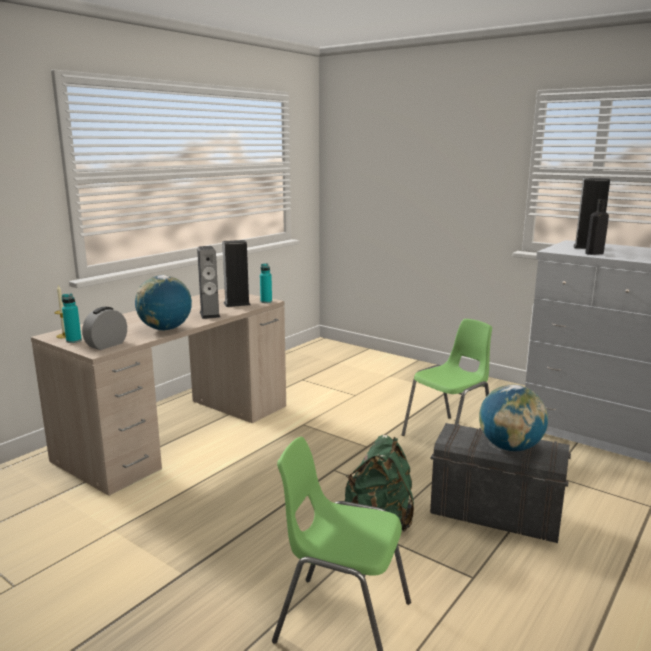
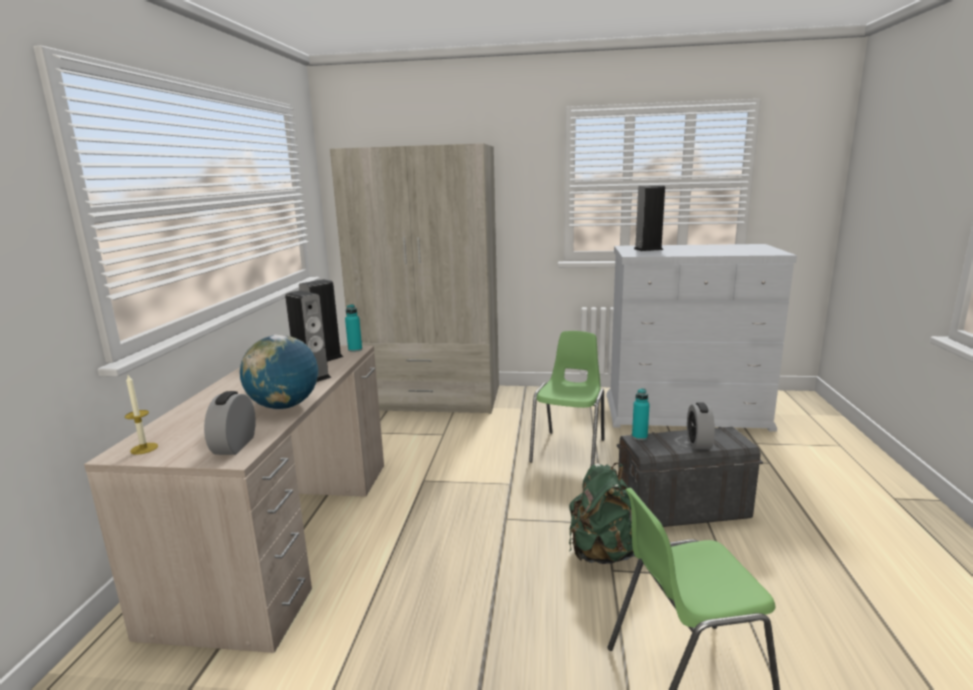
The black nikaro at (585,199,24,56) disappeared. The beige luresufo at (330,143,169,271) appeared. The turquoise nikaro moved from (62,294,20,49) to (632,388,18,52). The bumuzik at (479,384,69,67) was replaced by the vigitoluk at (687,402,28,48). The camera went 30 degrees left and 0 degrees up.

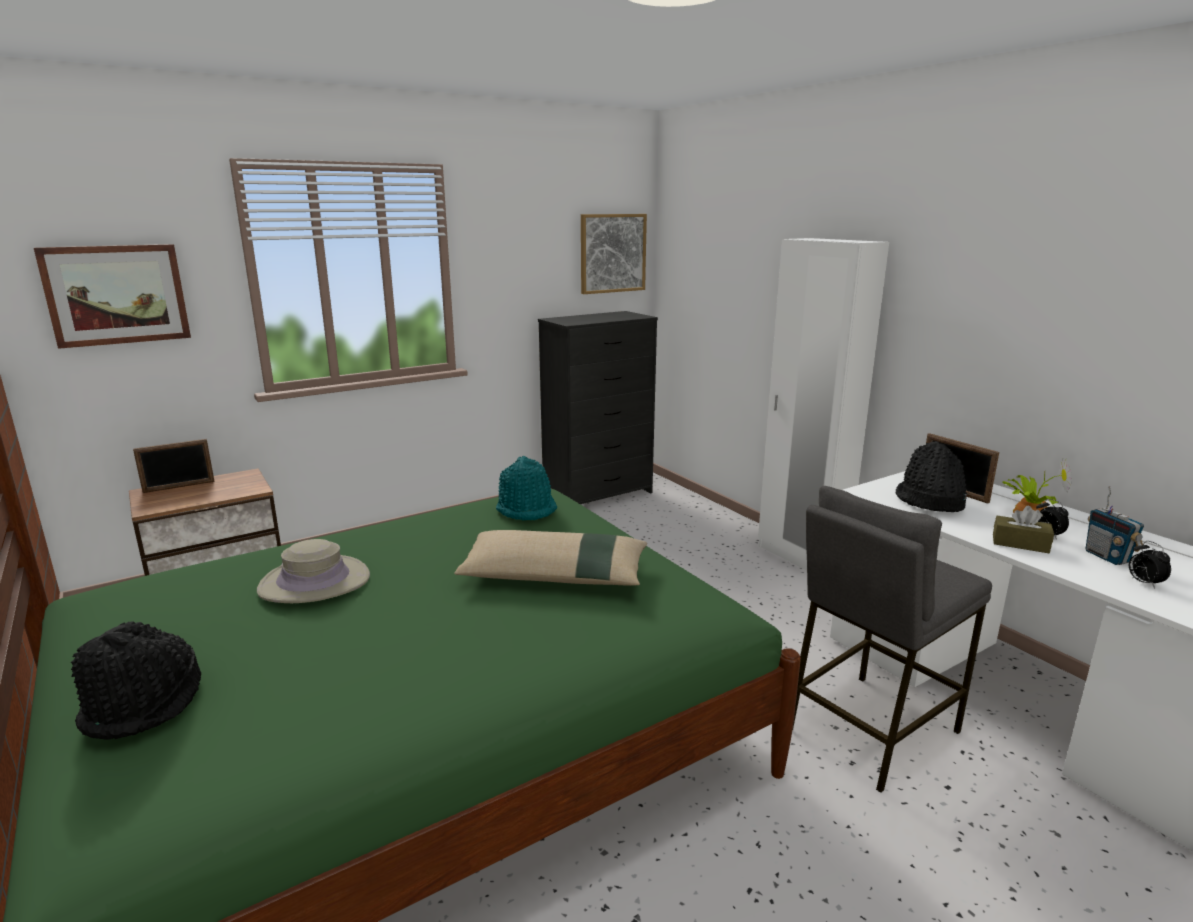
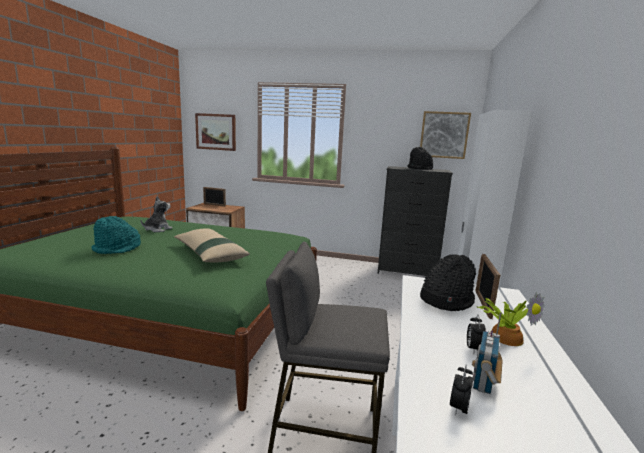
The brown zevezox at (993,506,61,47) disappeared. The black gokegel moved from (71,622,130,118) to (407,147,26,23). The turquoise gokegel moved from (496,456,61,65) to (91,216,50,38). The beige gokegel at (257,539,113,64) was replaced by the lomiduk at (141,196,31,36). The camera went 45 degrees right and 5 degrees down.

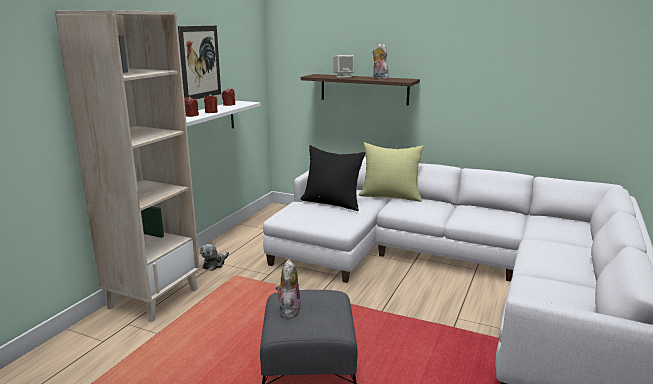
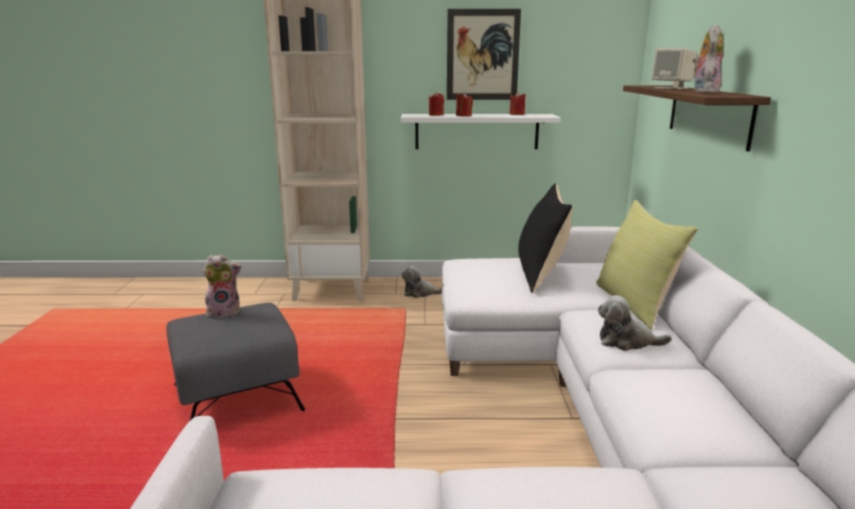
The lomiduk at (598,295,74,56) appeared. The camera went 65 degrees right and 0 degrees up.

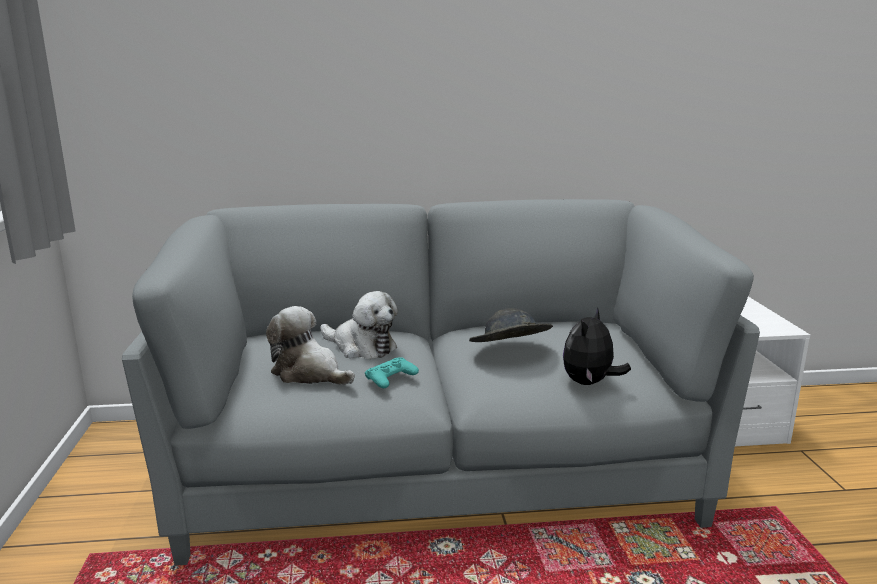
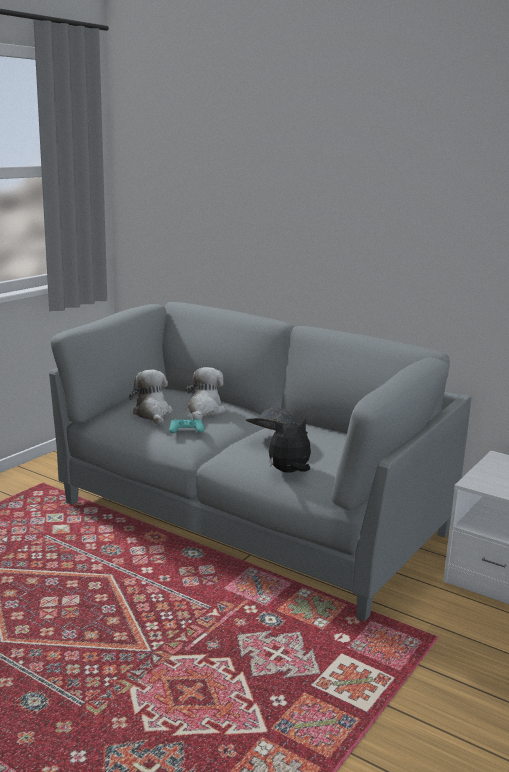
The lomiduk at (320,291,78,68) turned 150 degrees counterclockwise. The camera went 40 degrees right and 0 degrees up.

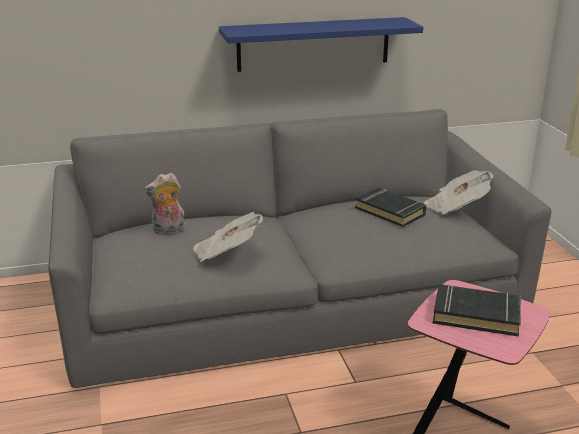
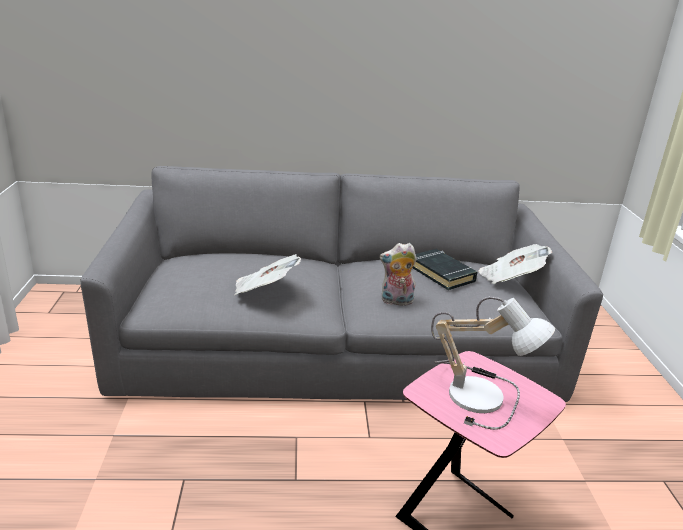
The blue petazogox at (219,17,204,55) disappeared. The lomiduk moved from (144,173,43,62) to (380,243,37,63). The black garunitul at (433,284,88,53) was replaced by the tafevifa at (431,297,124,133). The camera went 10 degrees right and 0 degrees up.

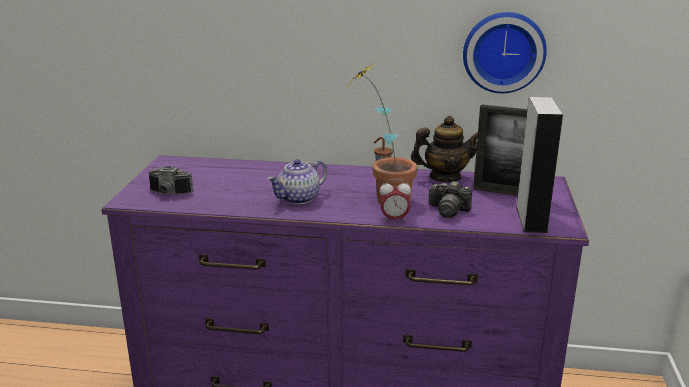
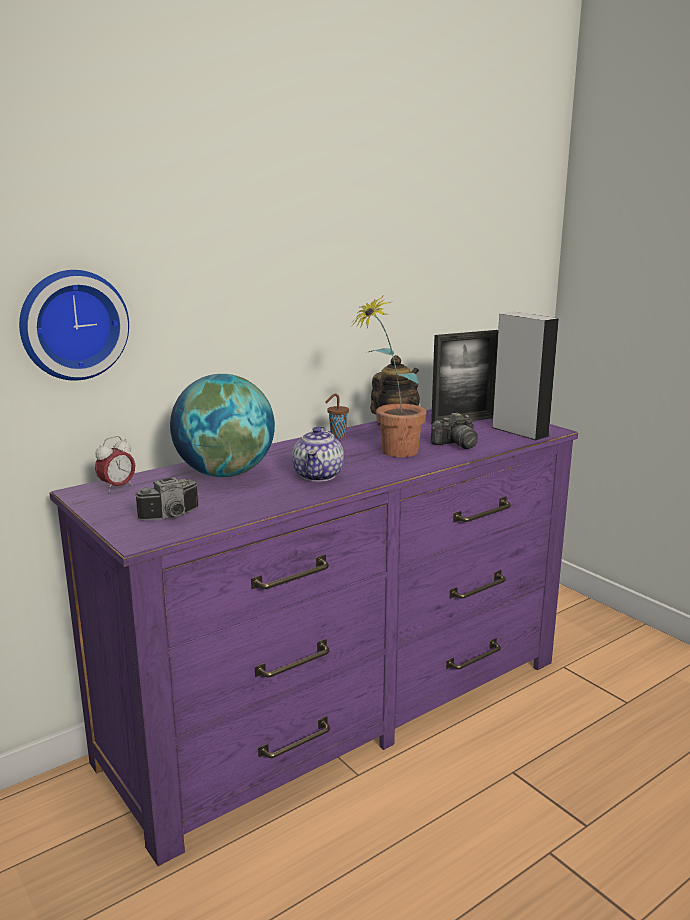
The bumuzik at (170,374,105,103) appeared. The vigitoluk moved from (380,179,31,43) to (95,436,40,57). The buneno moved from (463,12,84,81) to (19,270,110,111). The camera went 45 degrees left and 5 degrees down.

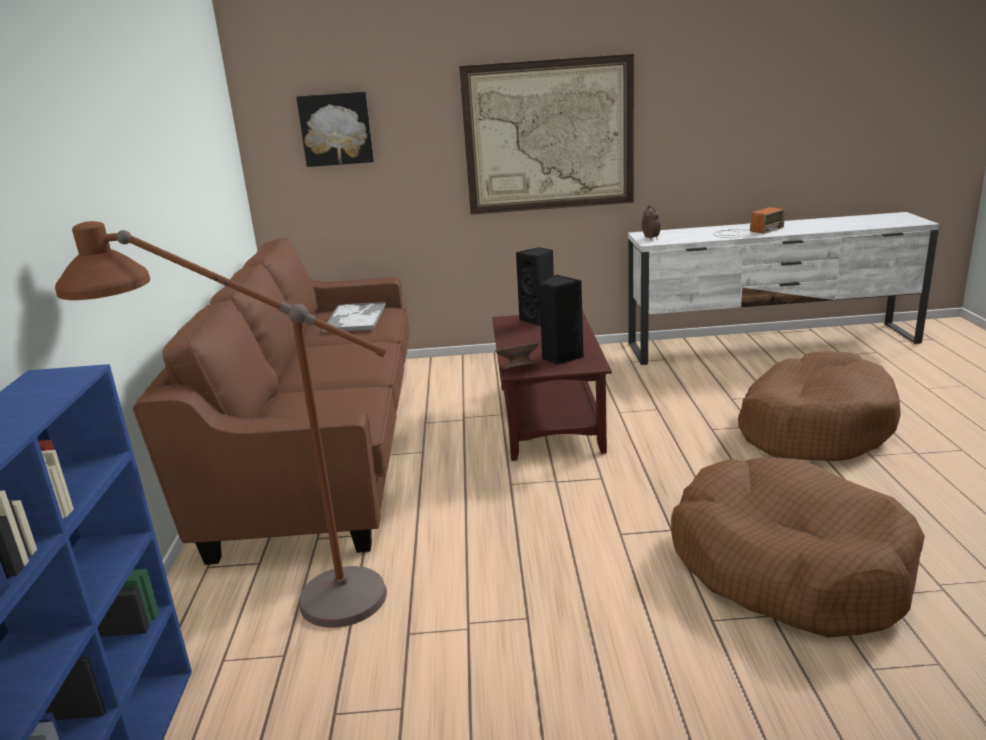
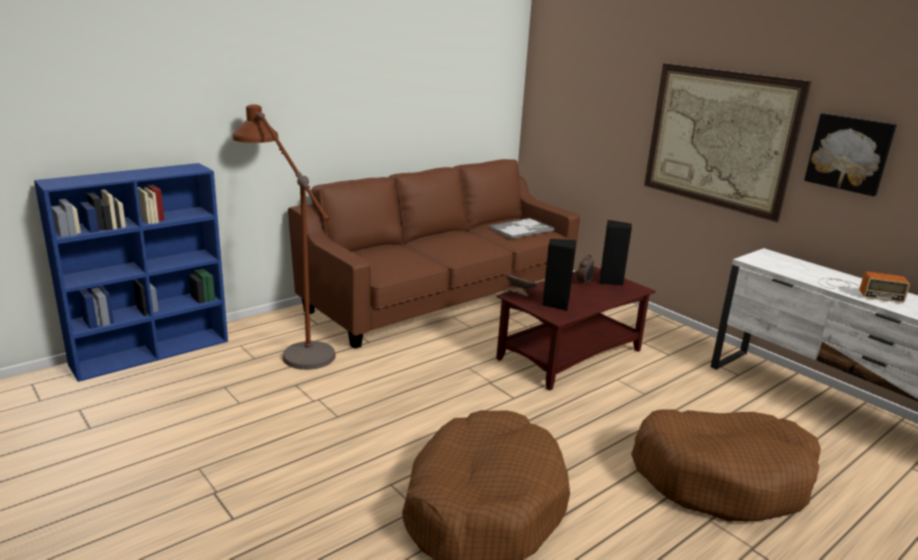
The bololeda moved from (296,92,78,75) to (804,113,93,83). The vigitoluk moved from (642,206,19,34) to (577,254,17,32). The camera went 50 degrees right and 0 degrees up.

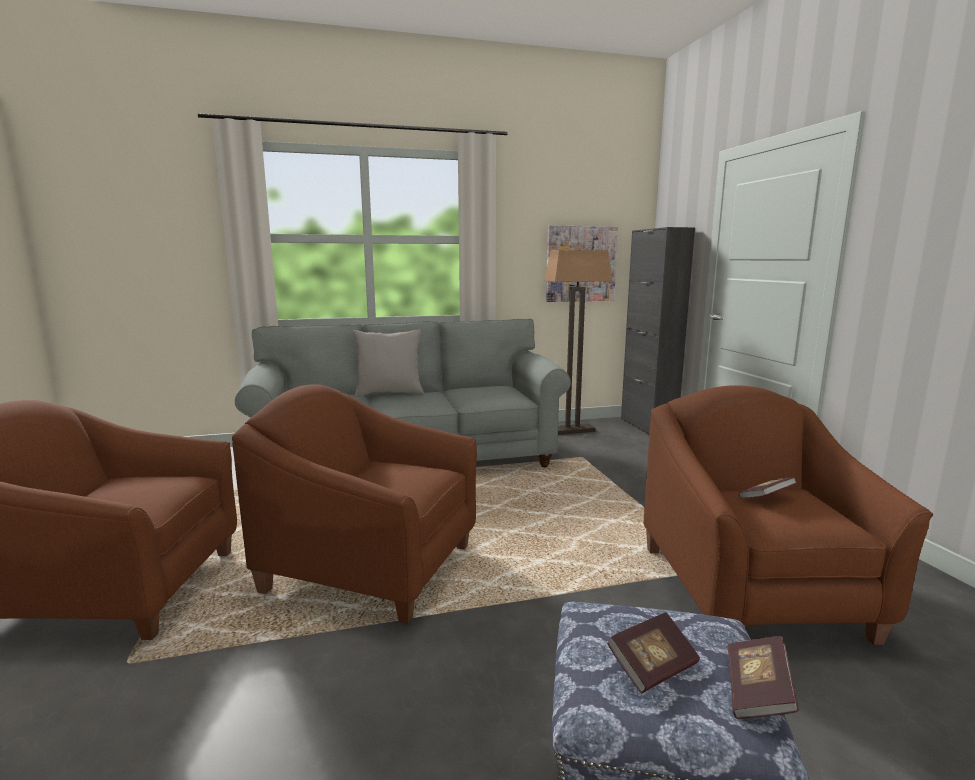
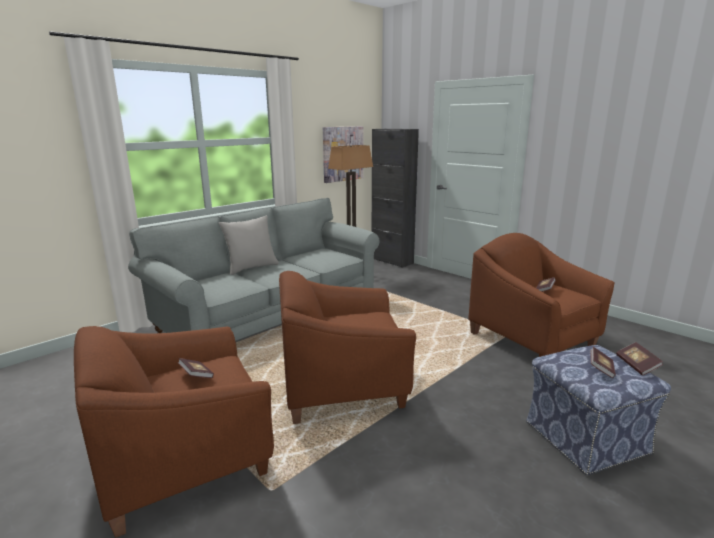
The garunitul at (178,358,36,20) appeared. The camera went 30 degrees left and 5 degrees up.

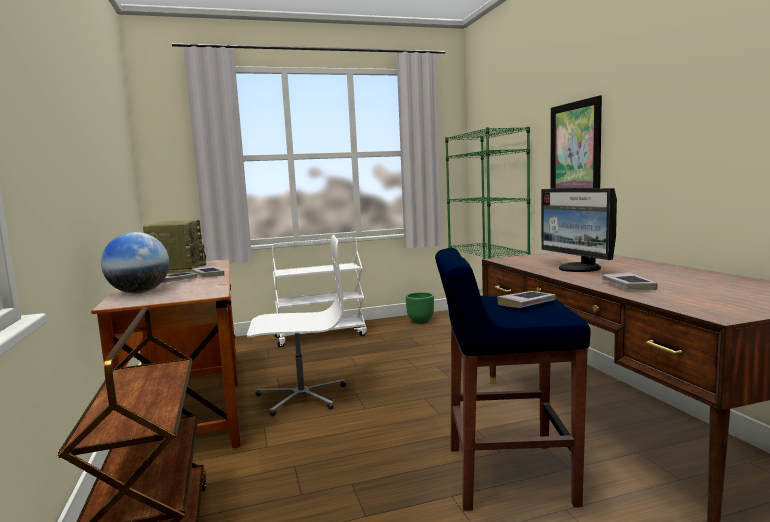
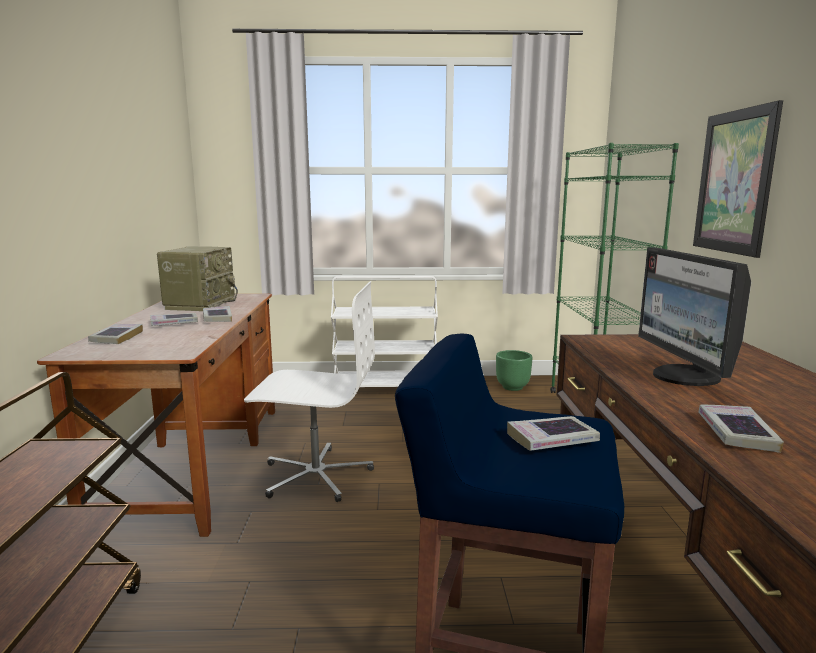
The bumuzik at (101,232,68,62) was replaced by the garunitul at (88,324,55,20). The camera went 15 degrees right and 5 degrees up.

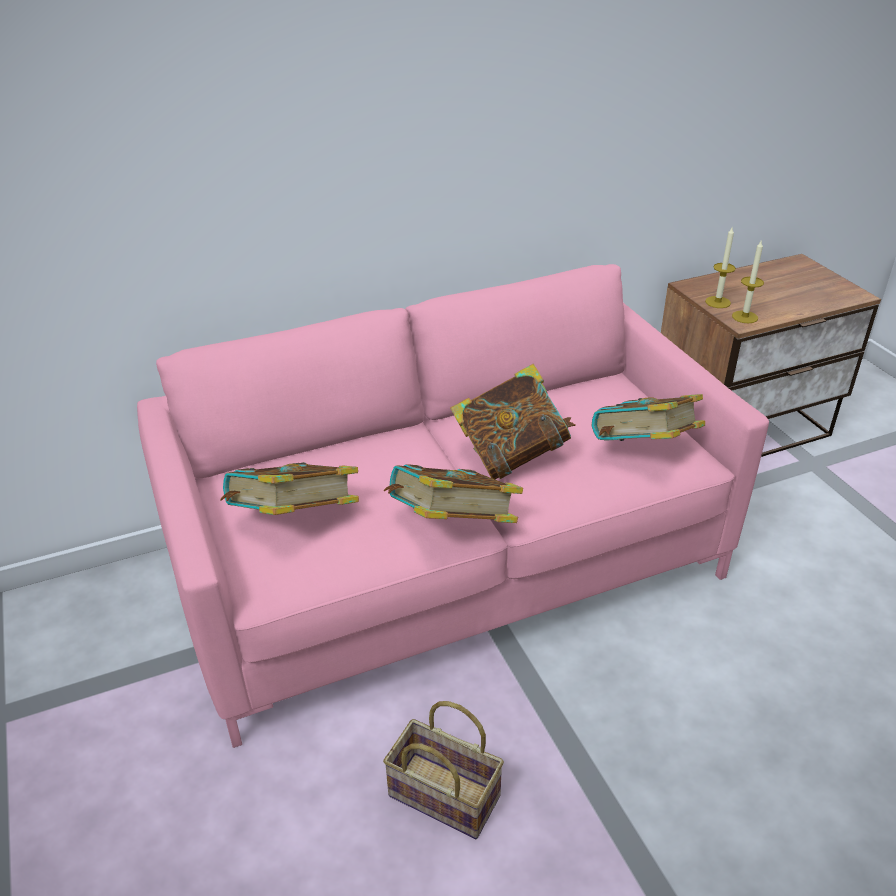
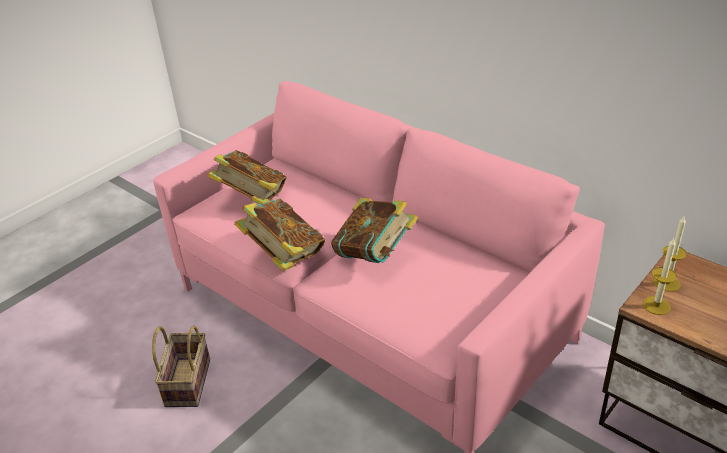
The garunitul at (591,394,114,47) disappeared. The camera went 65 degrees right and 0 degrees up.

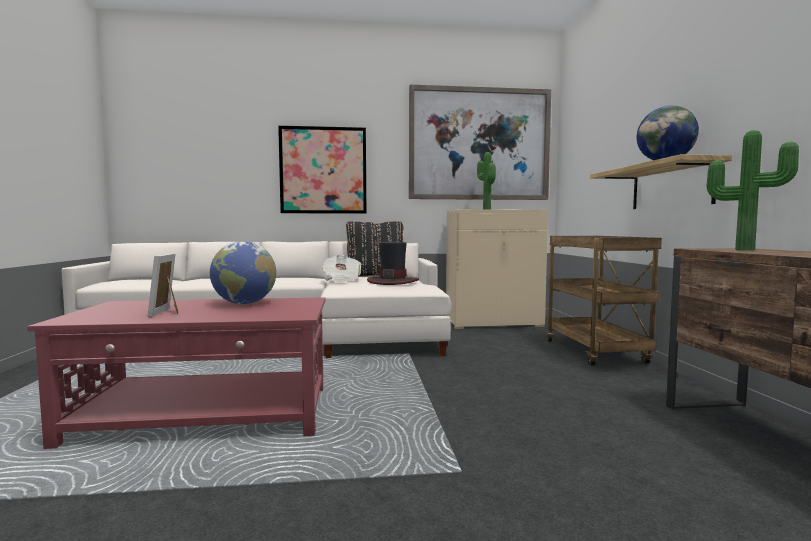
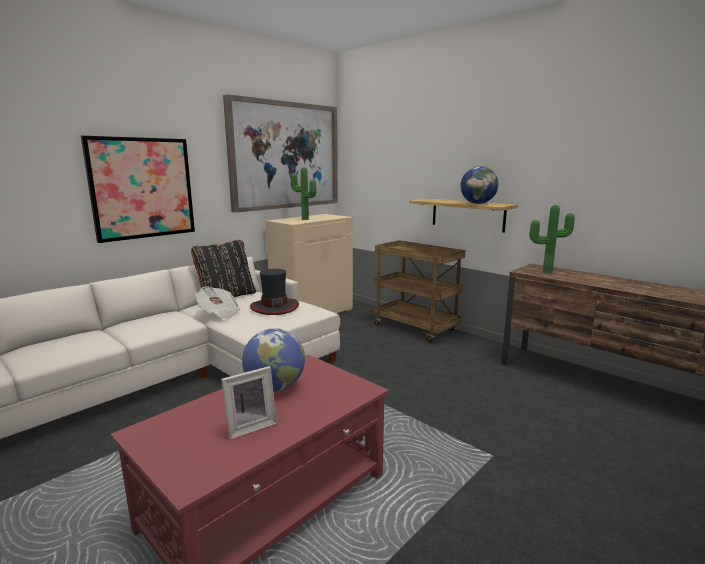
The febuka at (148,253,30,64) turned 75 degrees counterclockwise. The camera went 40 degrees left and 10 degrees up.

